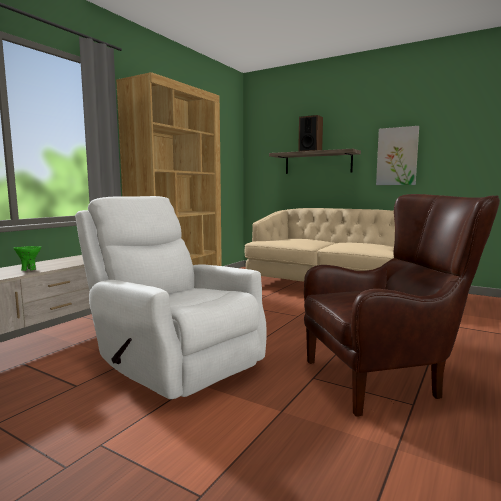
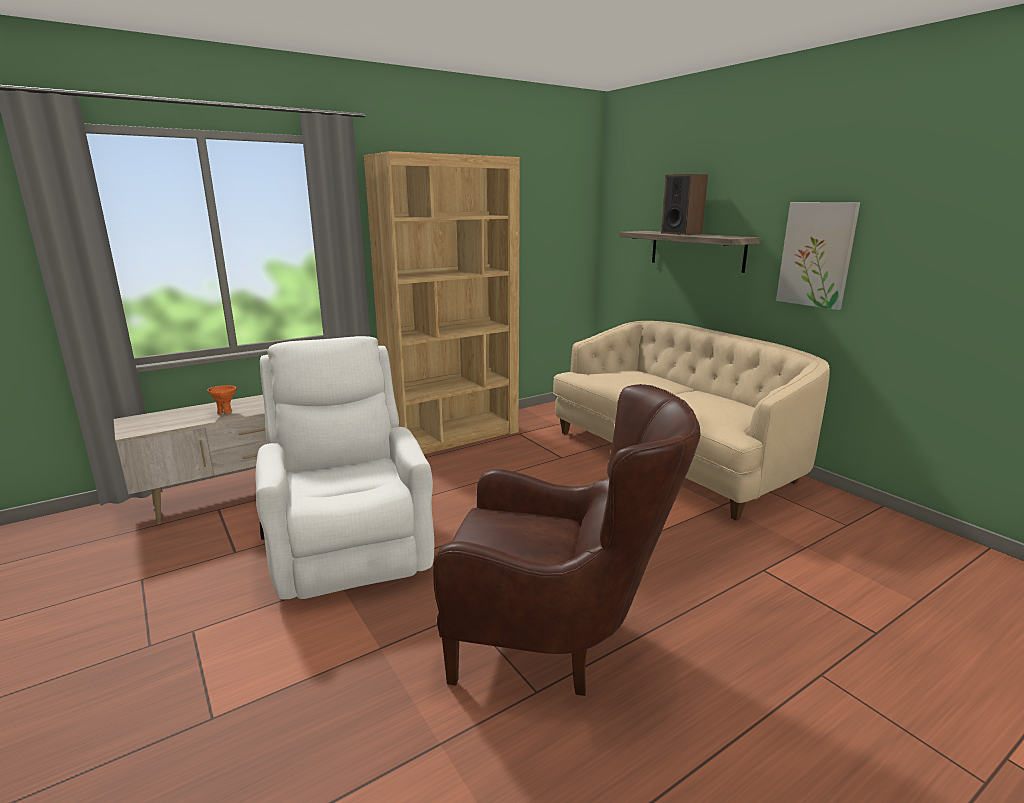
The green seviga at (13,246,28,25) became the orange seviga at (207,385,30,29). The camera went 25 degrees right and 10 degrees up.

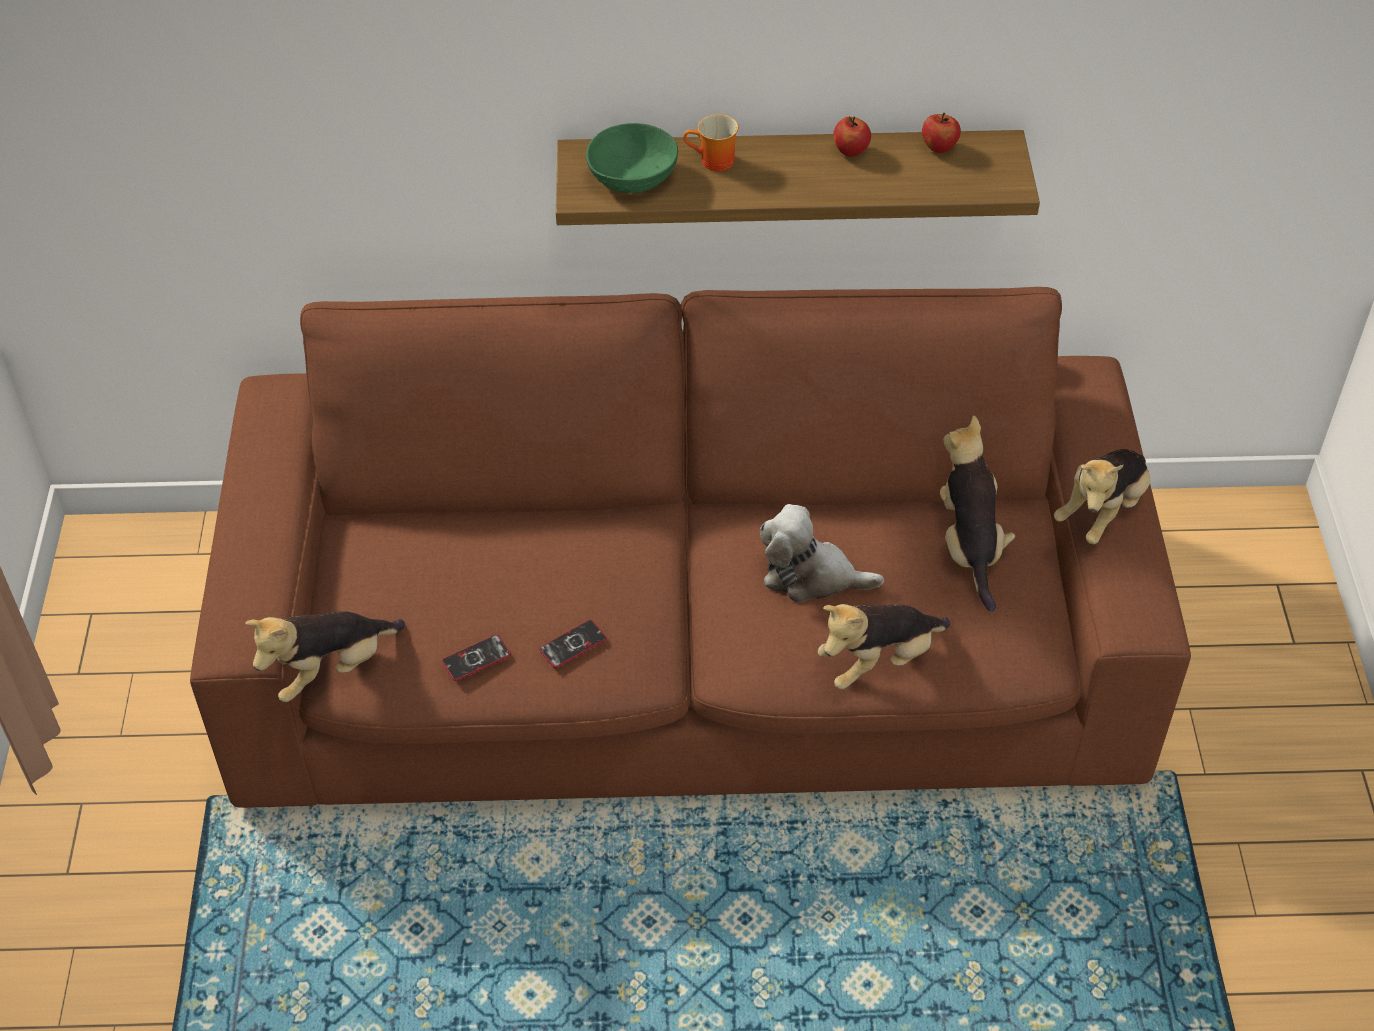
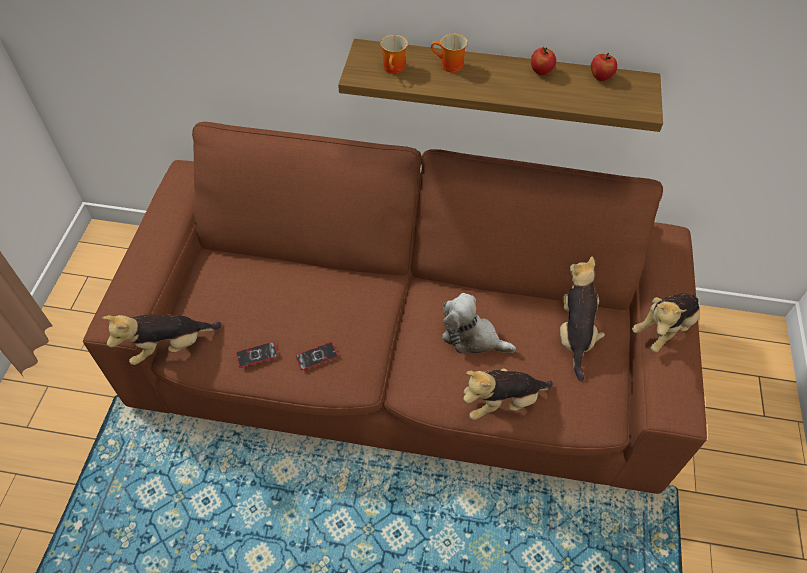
The green seviga at (586,123,92,70) was replaced by the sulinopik at (380,35,28,39). The camera went 10 degrees right and 5 degrees up.

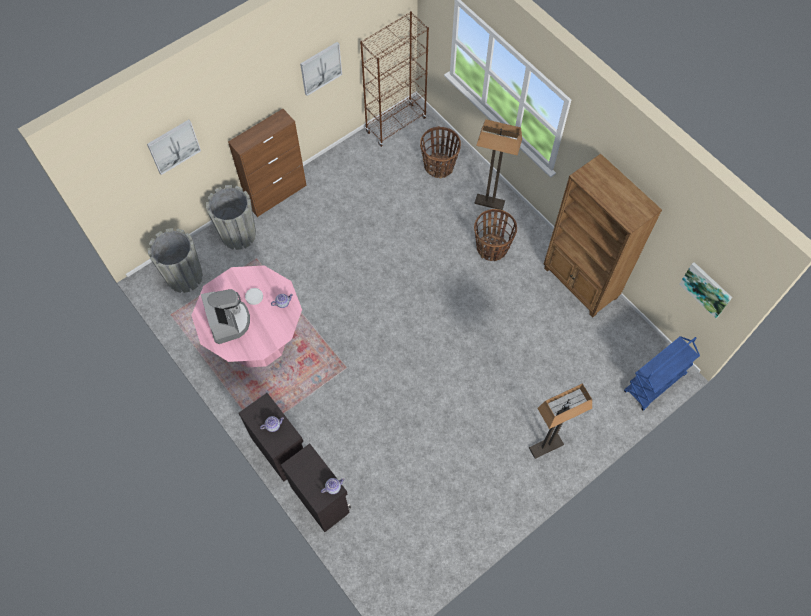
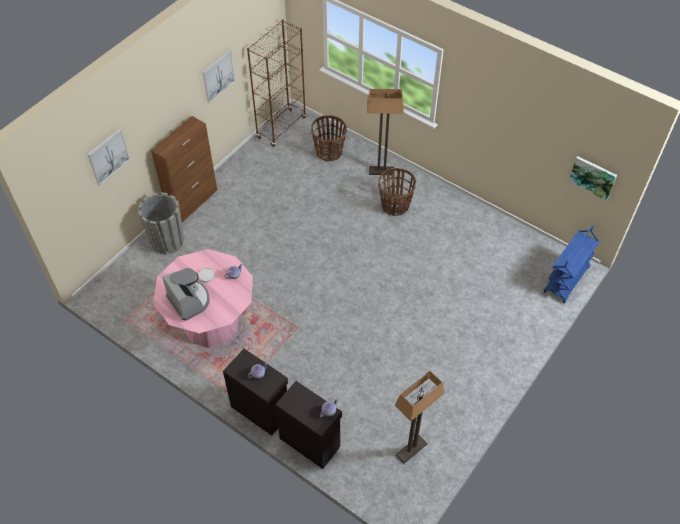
The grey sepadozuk at (148,228,55,65) disappeared. The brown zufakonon at (544,154,118,163) disappeared. The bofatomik moved from (529,383,63,76) to (395,371,50,93). The camera went 15 degrees left and 10 degrees down.

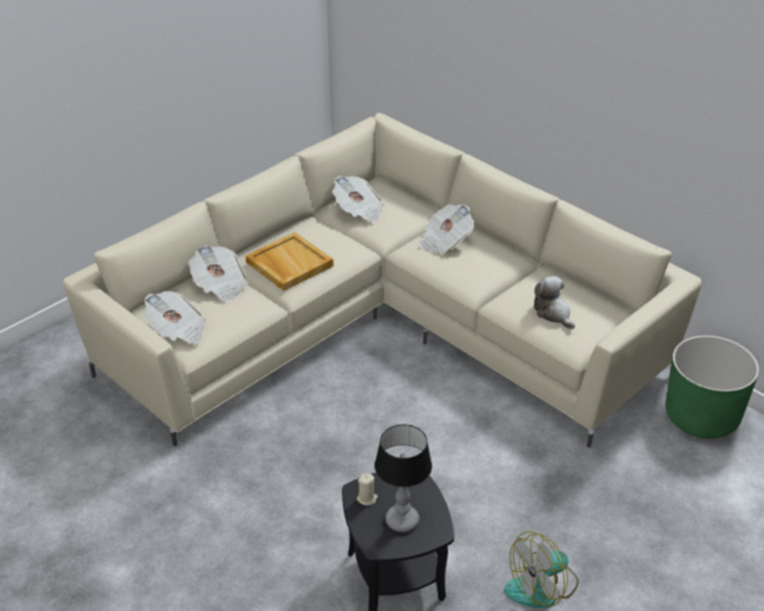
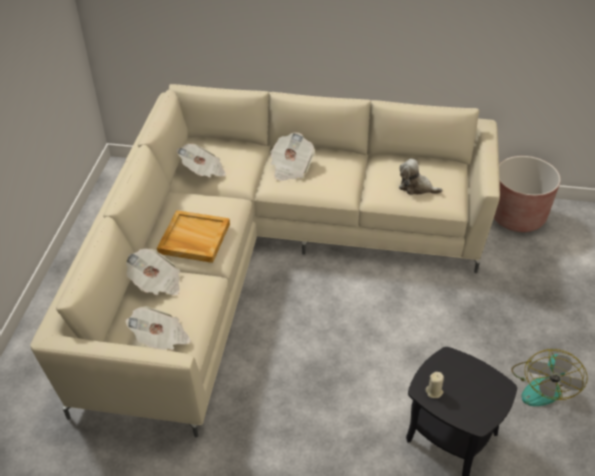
The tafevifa at (375,424,57,108) disappeared. The green sepadozuk at (666,335,93,104) became the brown sepadozuk at (494,156,67,76). The camera went 35 degrees left and 5 degrees up.

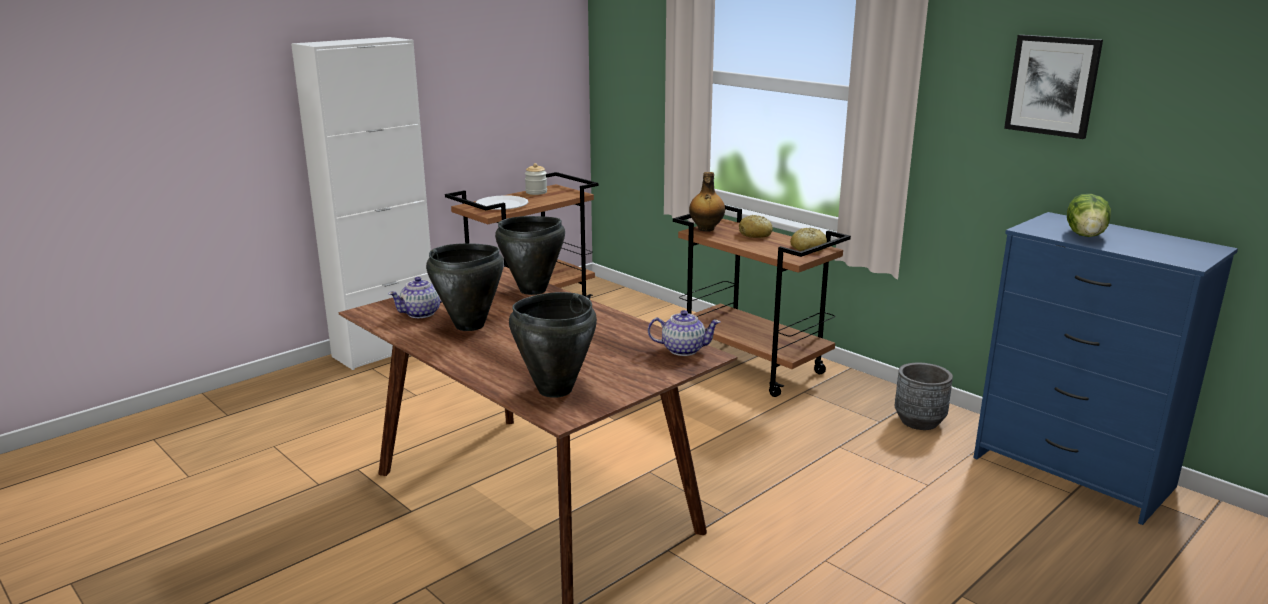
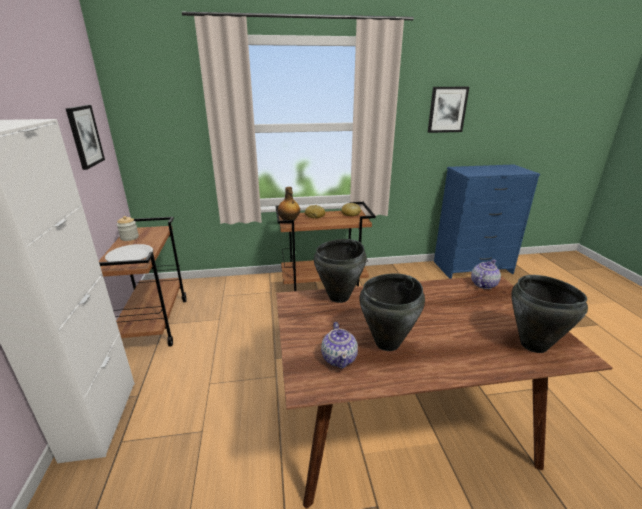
The grey sepadozuk at (895,363,58,67) disappeared. The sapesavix at (1067,194,44,43) disappeared. The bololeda at (66,105,39,65) appeared. The camera went 55 degrees left and 5 degrees up.

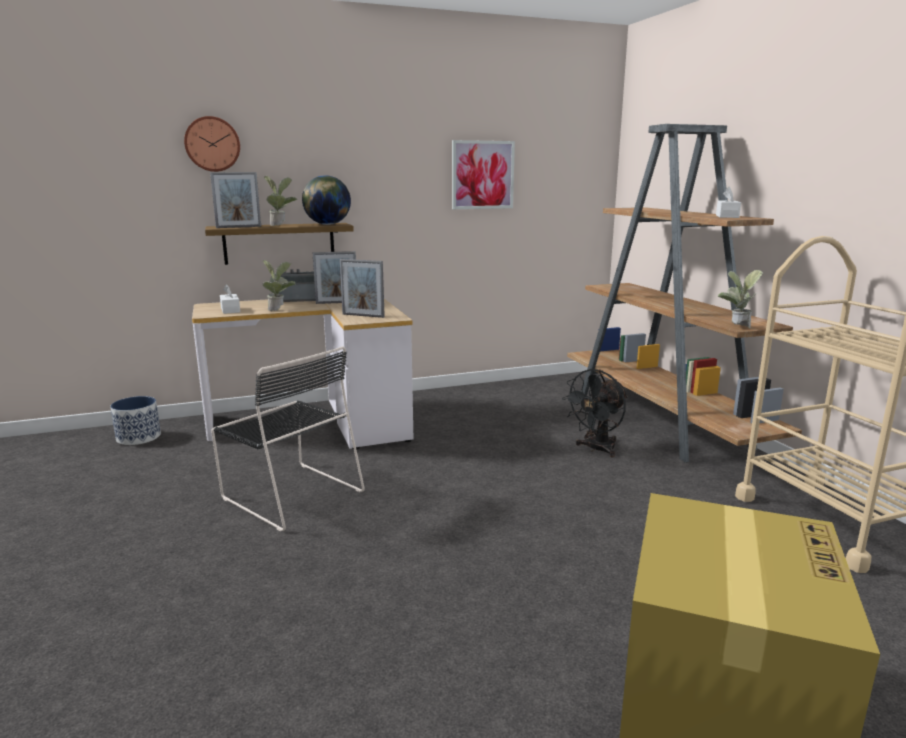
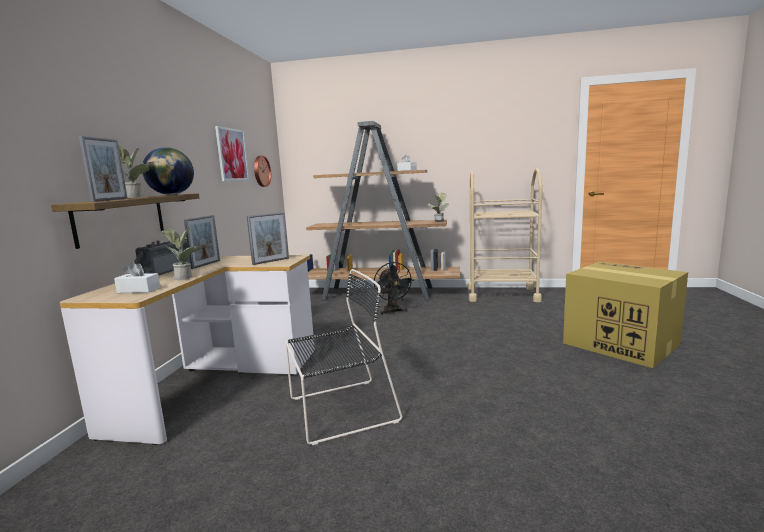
The sepadozuk at (110,396,51,49) disappeared. The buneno moved from (184,116,56,56) to (254,156,17,31). The camera went 60 degrees left and 5 degrees down.

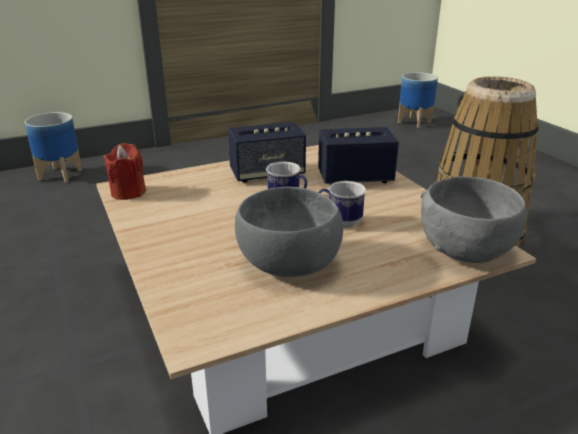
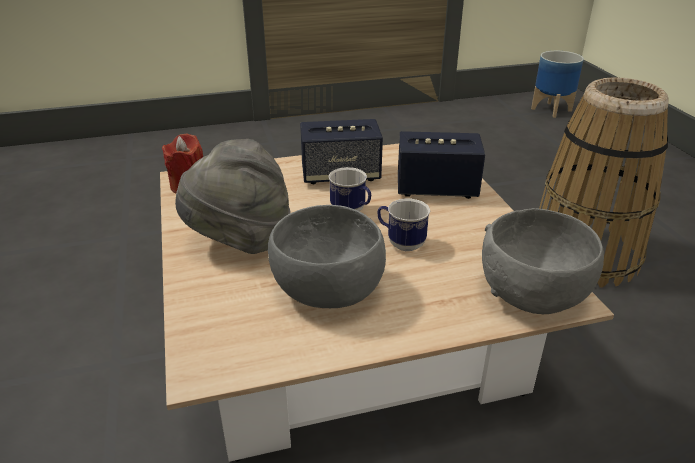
The sepadozuk at (24,112,58,71) disappeared. The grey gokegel at (175,139,115,115) appeared. The camera went 10 degrees right and 5 degrees up.

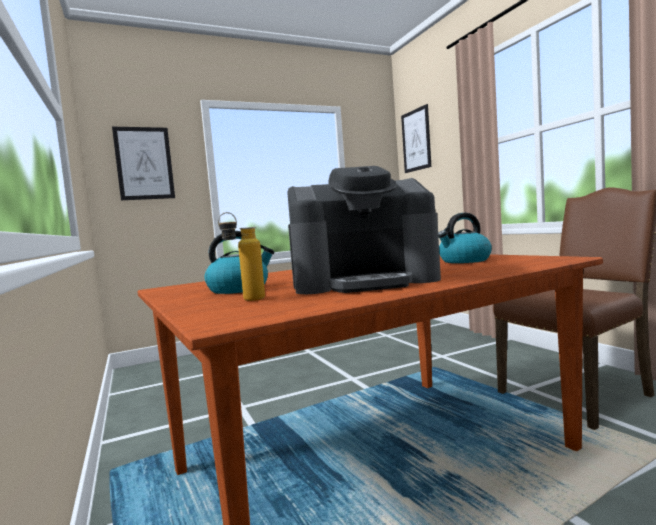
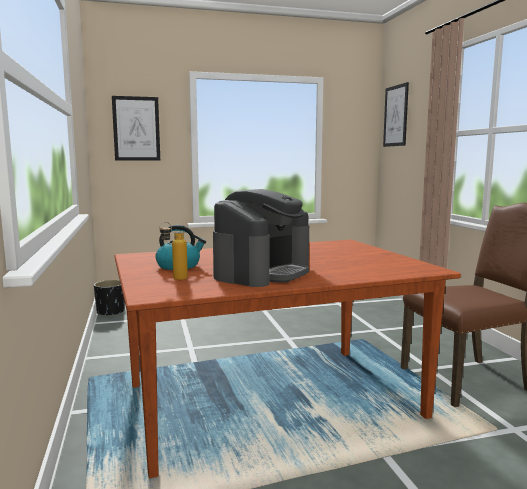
The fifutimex at (438,213,54,50) disappeared. The black sepadozuk at (94,280,31,36) appeared. The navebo at (287,166,154,128) turned 60 degrees counterclockwise. The camera went 10 degrees right and 5 degrees up.

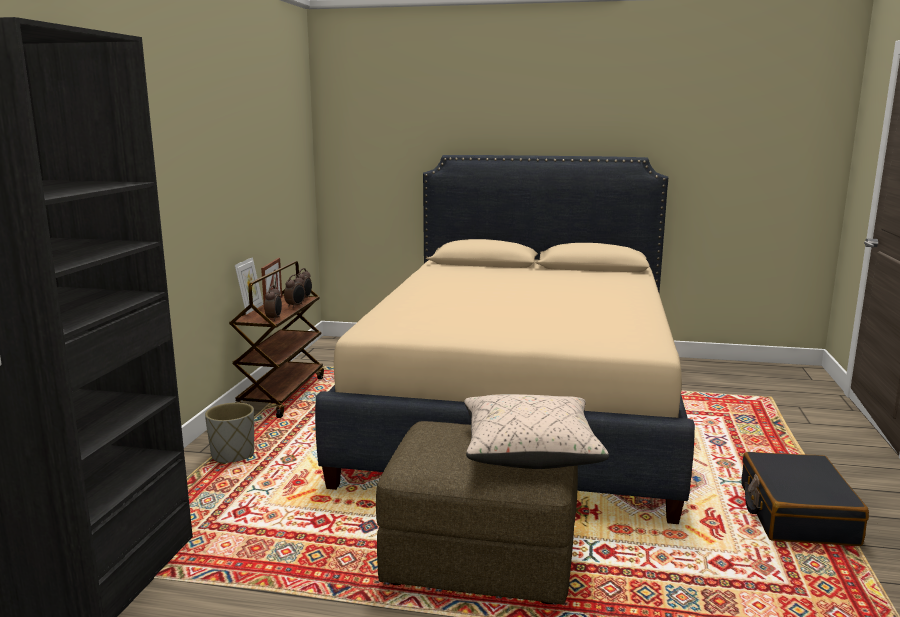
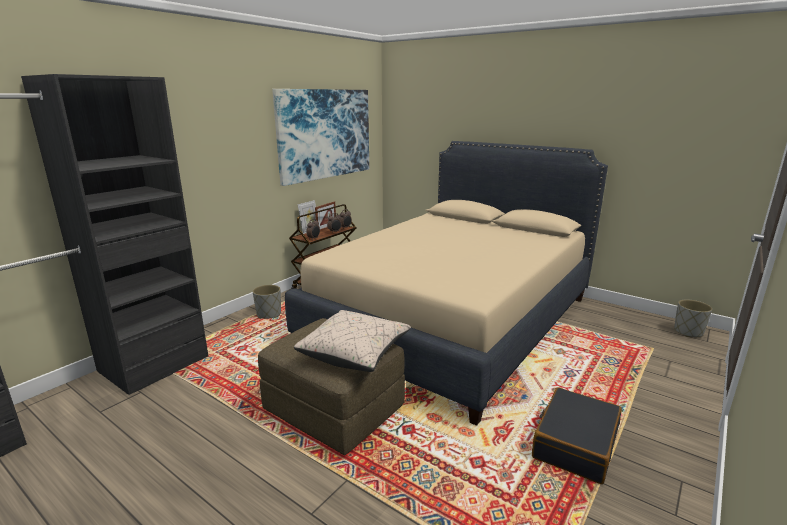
The bololeda at (272,89,97,97) appeared. The grey sepadozuk at (674,300,38,37) appeared. The camera went 25 degrees right and 5 degrees up.

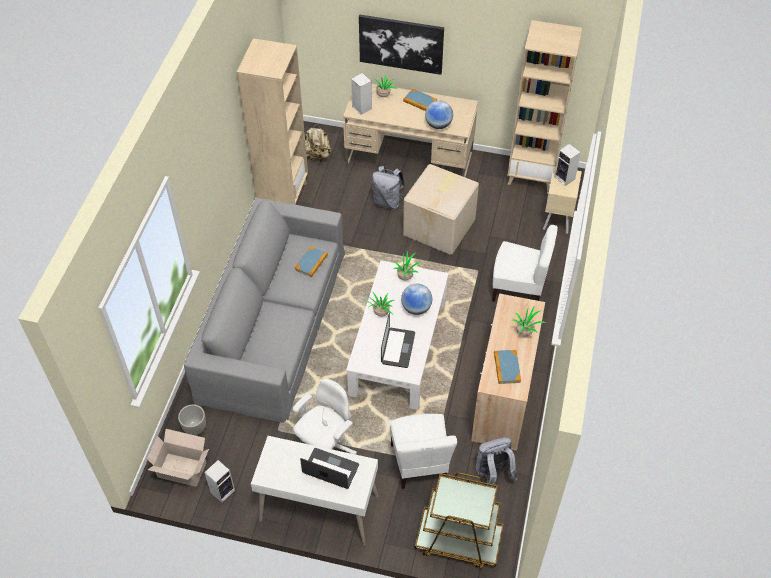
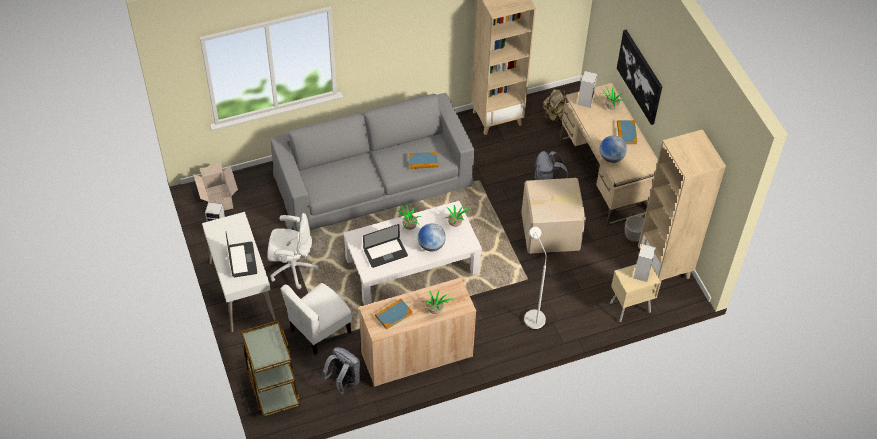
The sepadozuk moved from (178,404,28,31) to (625,215,19,26). The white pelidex at (492,225,66,76) was replaced by the white bofatomik at (524,227,23,102). The camera went 55 degrees right and 0 degrees up.

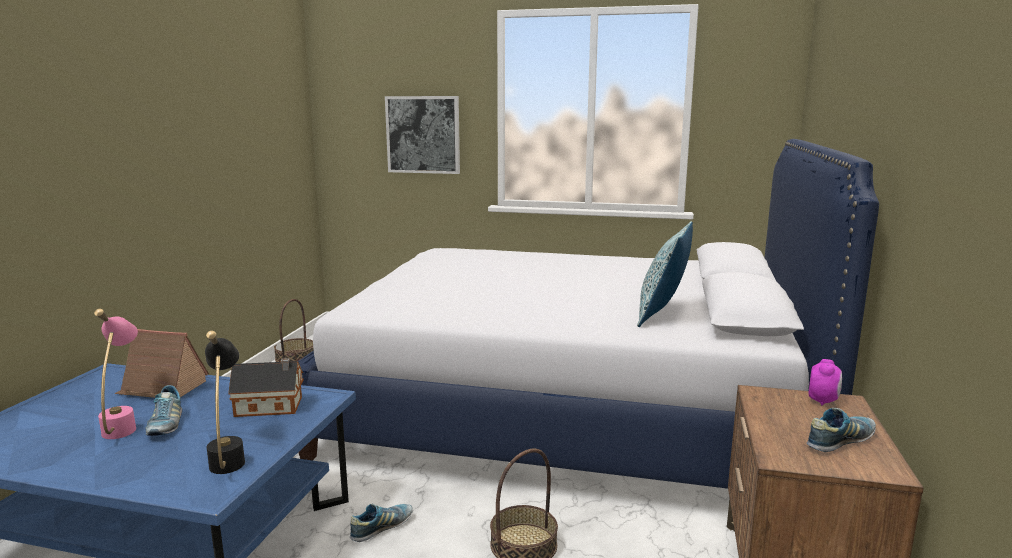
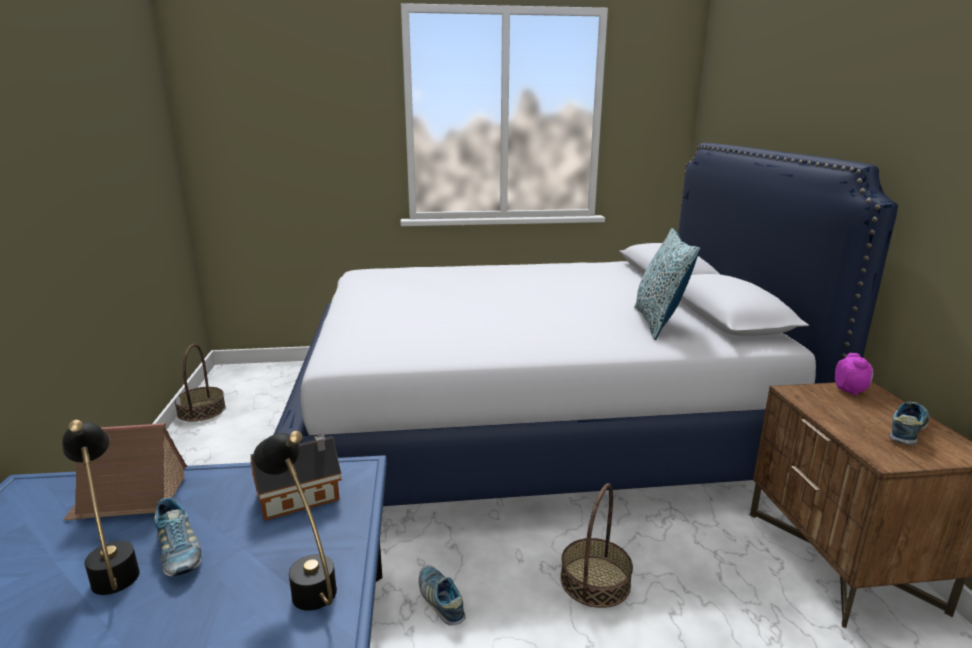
The bololeda at (385,96,75,78) disappeared. The pink tafevifa at (94,309,44,130) became the black tafevifa at (62,420,78,175). The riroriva at (350,504,63,38) turned 60 degrees counterclockwise. The camera went 20 degrees left and 5 degrees up.

